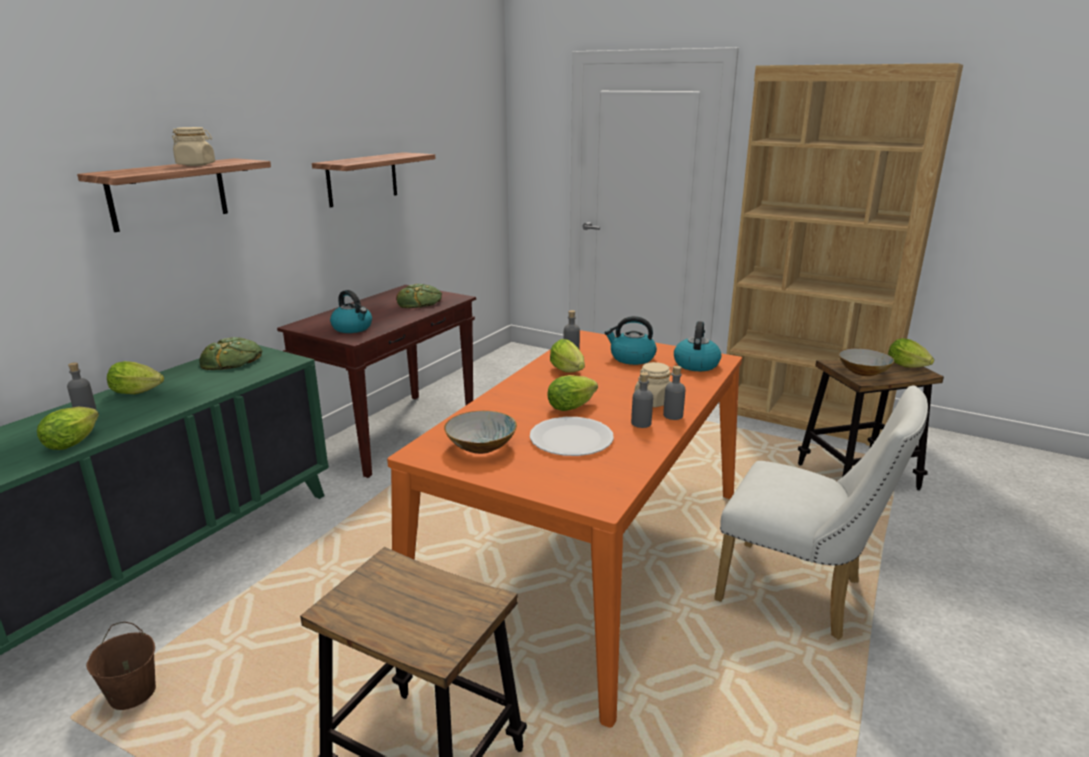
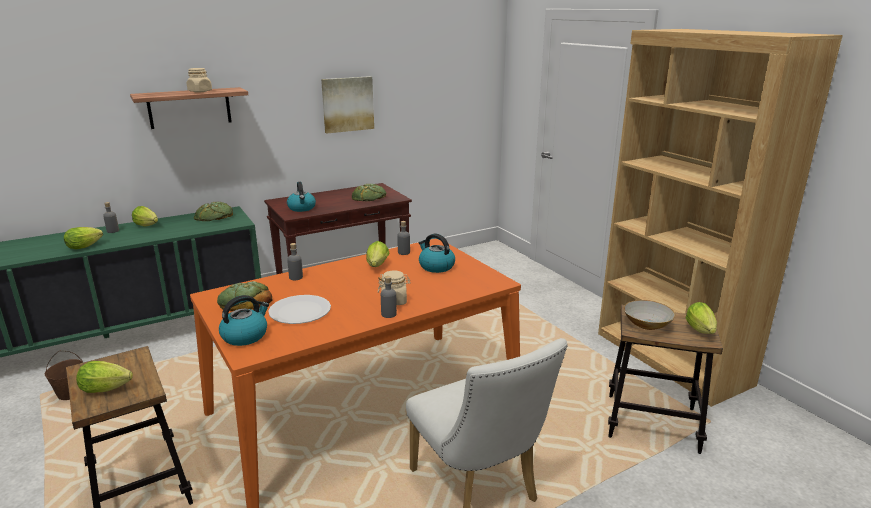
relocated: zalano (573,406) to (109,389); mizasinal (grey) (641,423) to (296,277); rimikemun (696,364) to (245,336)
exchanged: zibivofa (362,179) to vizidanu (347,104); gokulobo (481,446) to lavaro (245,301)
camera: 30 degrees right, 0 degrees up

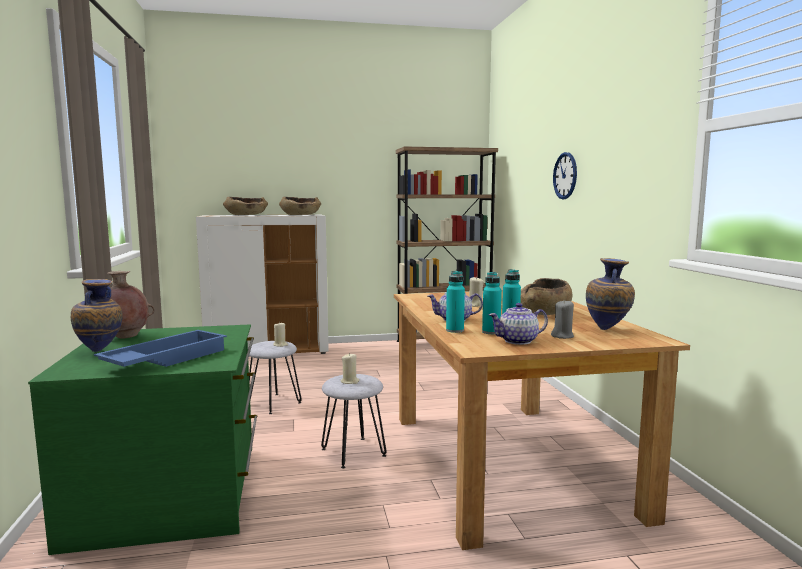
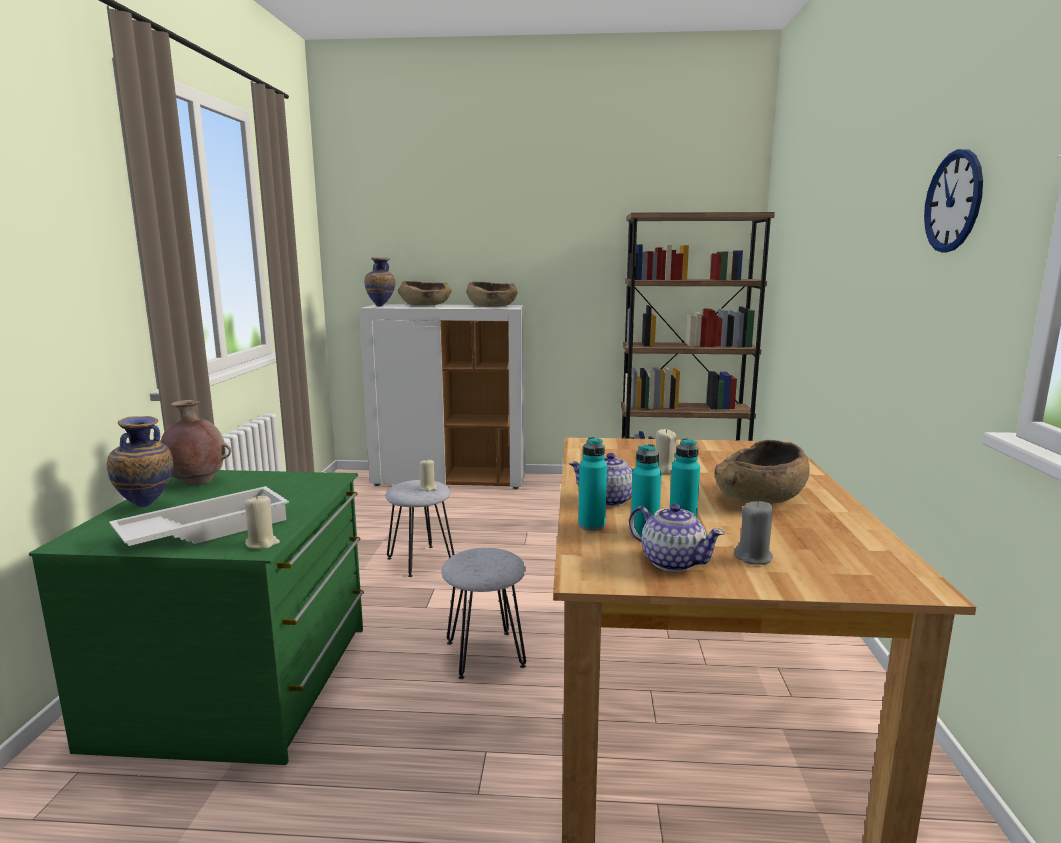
relocated: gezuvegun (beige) (350,381) to (262,543); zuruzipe (565,176) to (953,201); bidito (608,330) to (381,306)
colour: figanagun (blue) (165,359) to figanagun (white) (206,529)
spun: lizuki (518,341) = (672,562) 135 degrees counterclockwise
camera: 15 degrees right, 5 degrees up

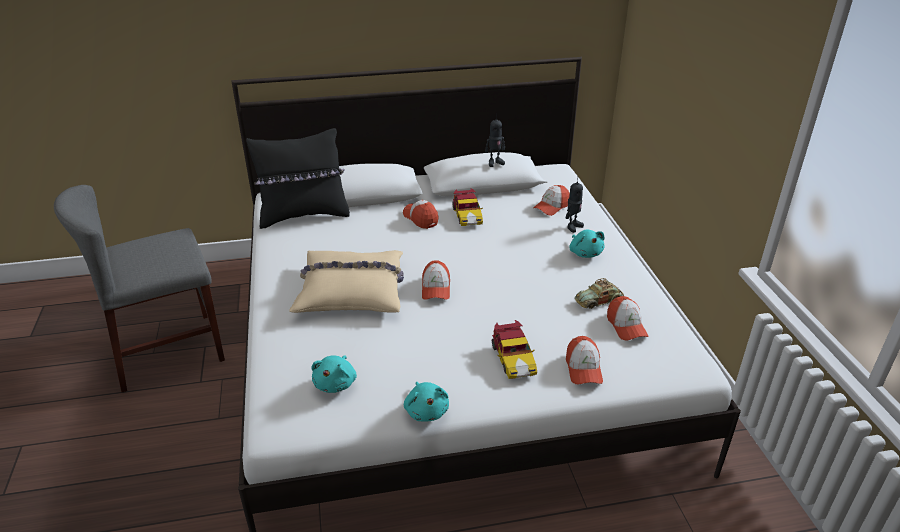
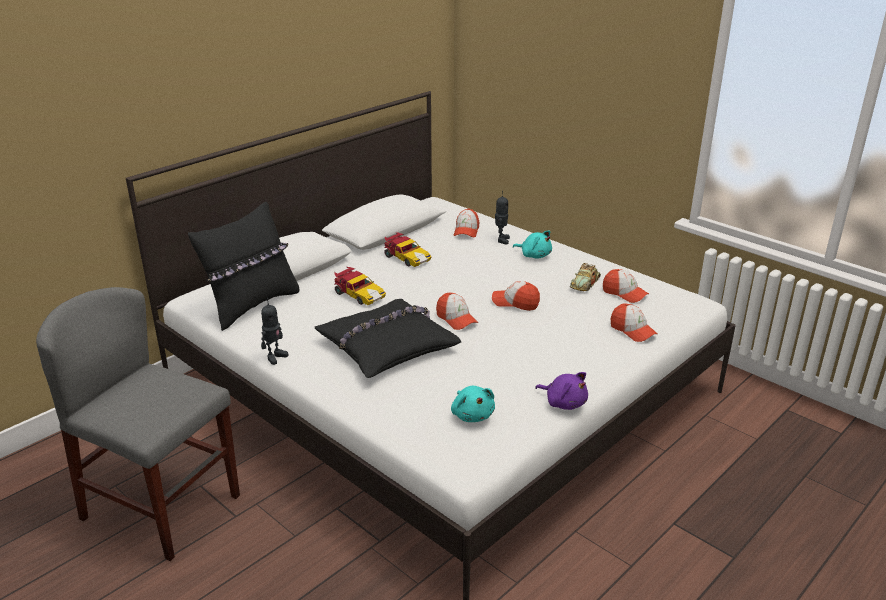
relocated: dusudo (421,218) to (515,302); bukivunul (494,163) to (275,357); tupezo (513,359) to (359,295)
colour: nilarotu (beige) (352,291) to nilarotu (black) (387,347); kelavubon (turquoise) (426,410) to kelavubon (purple) (564,402)
spun: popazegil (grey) (167,351) = (161,507) 90 degrees clockwise
camera: 35 degrees left, 5 degrees down

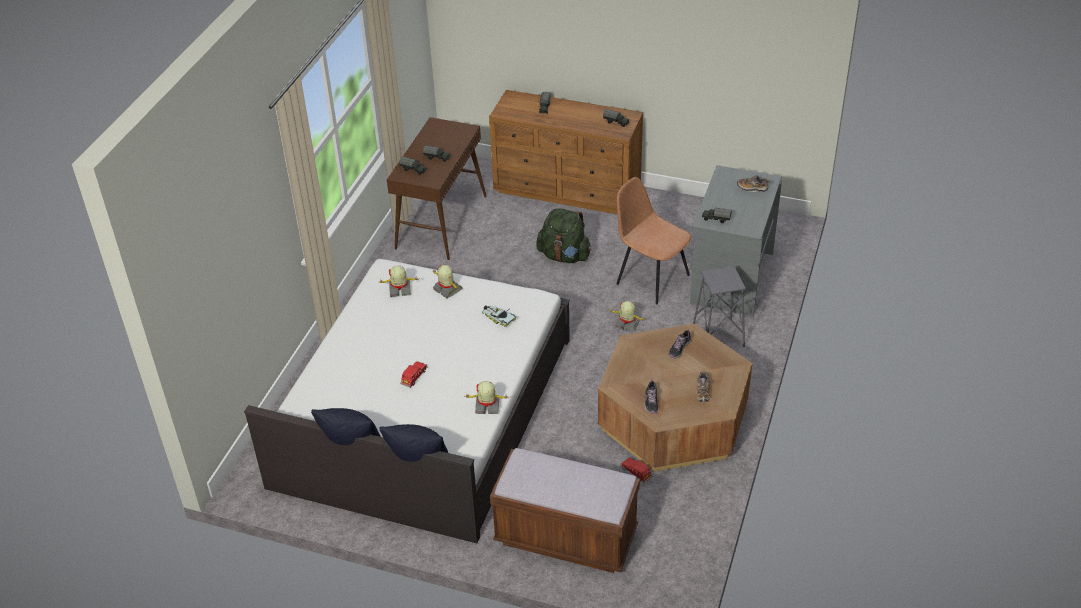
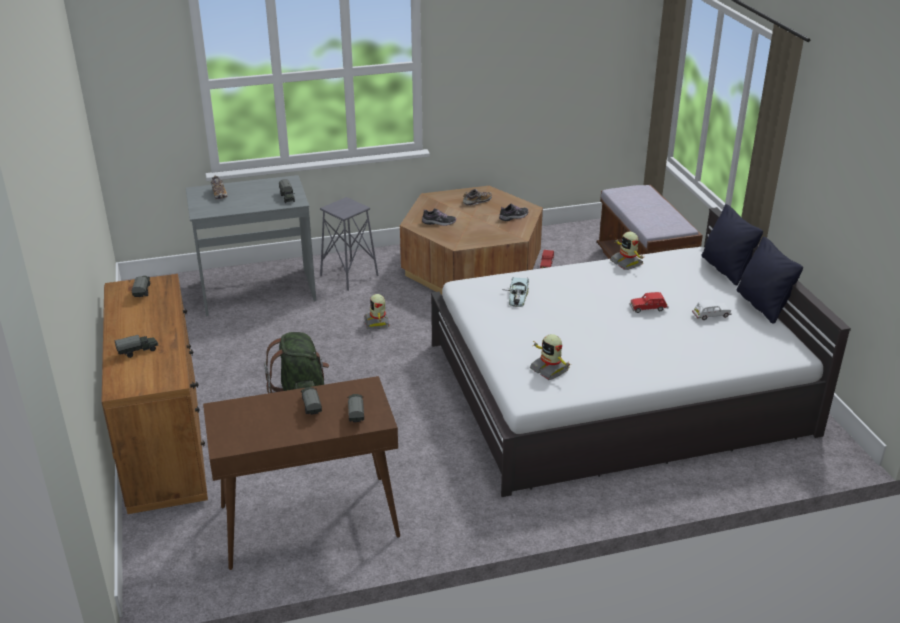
missing: bukivunul (447,290); popazegil (brown) (651,278)
appeared: tupezo (white) (711,316)
camera: 125 degrees left, 10 degrees down

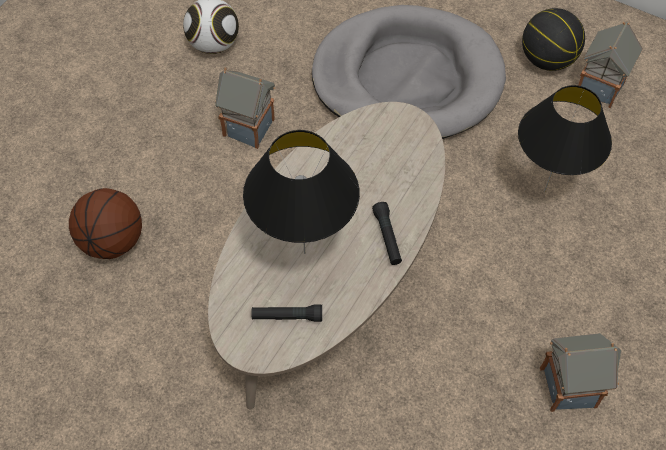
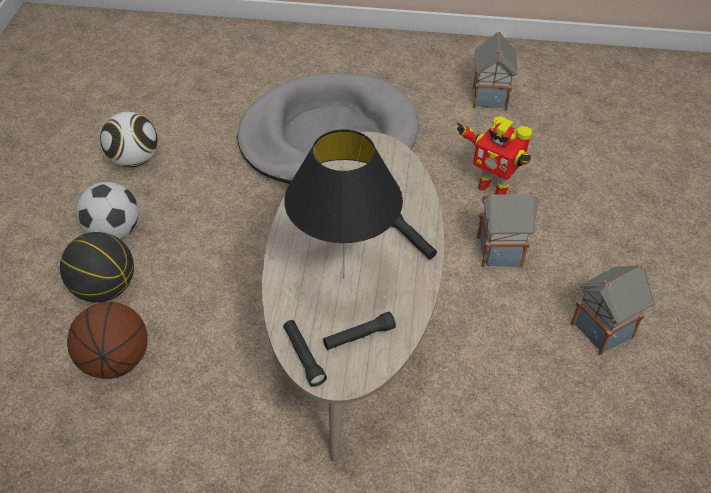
appeared: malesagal (114,232); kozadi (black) (303,356)
relocated: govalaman (250,128) to (500,251); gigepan (546,60) to (105,289)
exchanged: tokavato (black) (545,191) to bukivunul (492,186)
camera: 25 degrees left, 10 degrees down

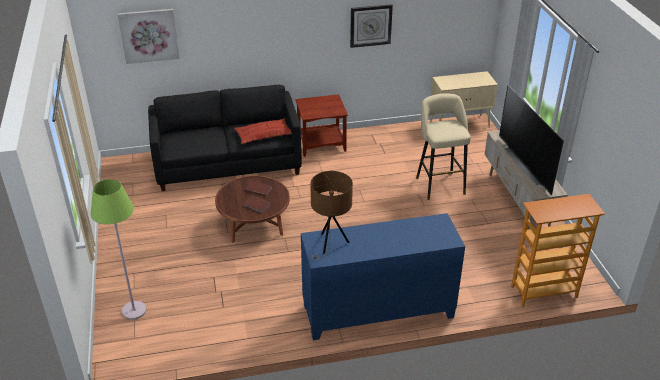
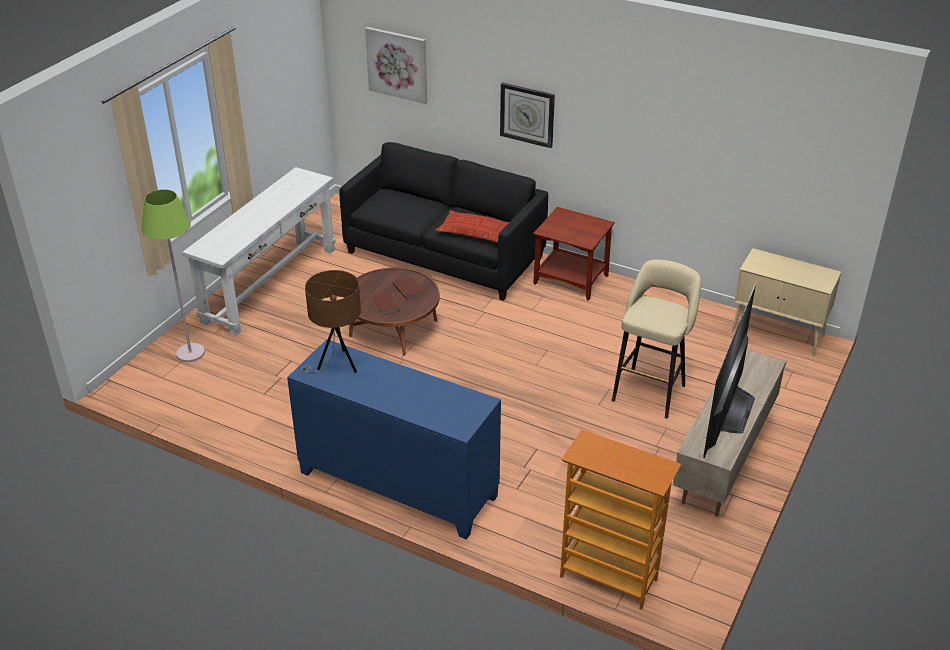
appeared: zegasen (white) (270,285)
relocated: zuruzipe (370,25) to (527,114)
camera: 40 degrees right, 0 degrees up

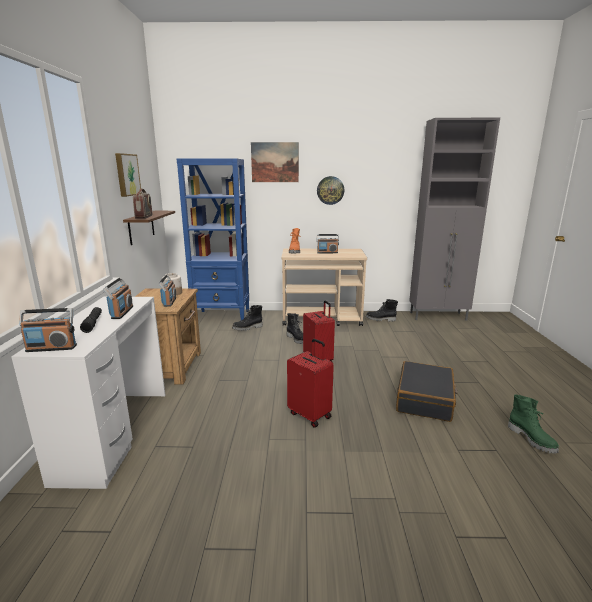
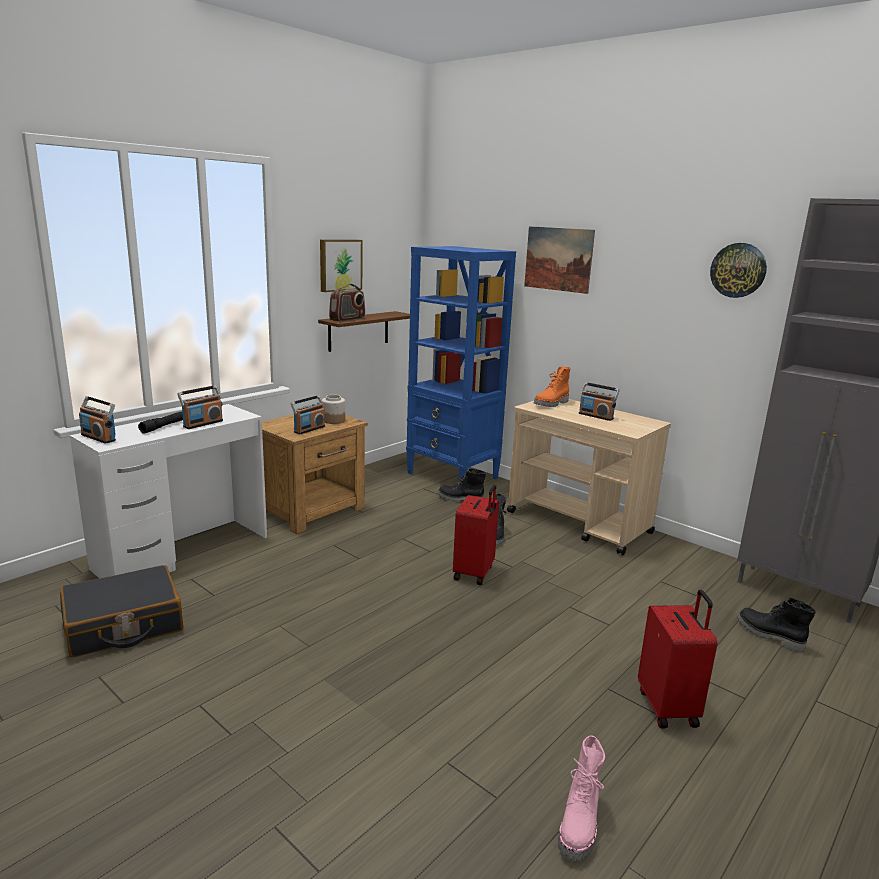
relocated: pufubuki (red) (310,415) to (669,707); zuruzipe (330,190) to (738,270); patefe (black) (380,319) to (769,636); pufubuki (black) (425,399) to (123,625)
colour: patefe (green) (532,439) to patefe (pink) (580,824)
camera: 40 degrees right, 0 degrees up

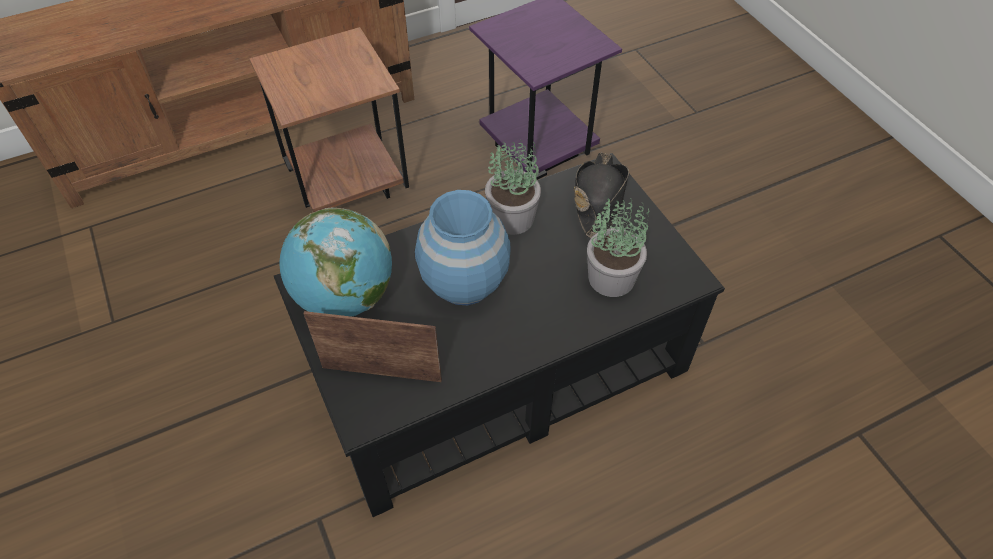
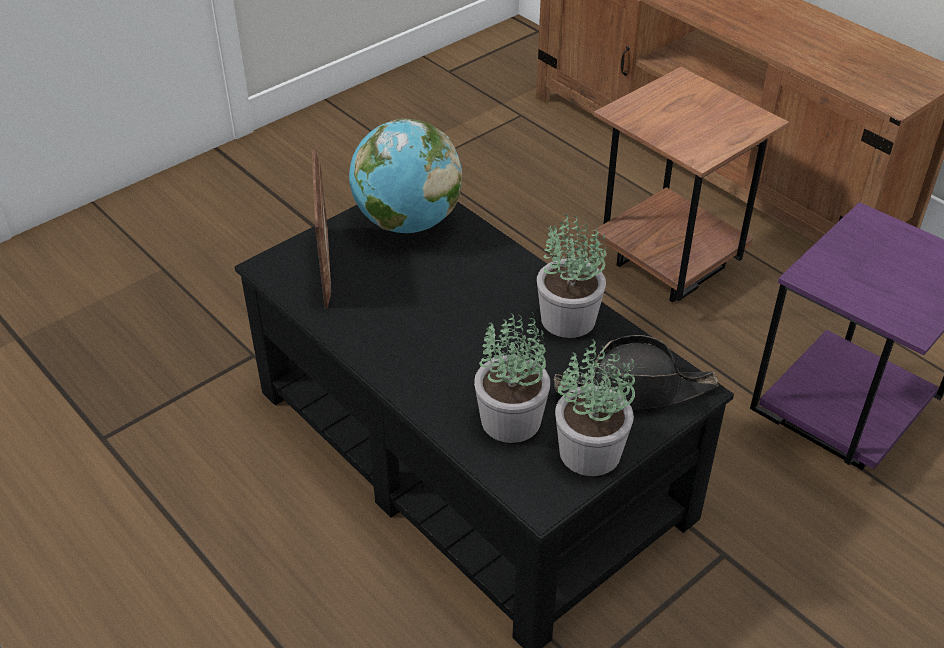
missing: bidito (blue) (464,282)
appeared: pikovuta (591,451)
camera: 75 degrees right, 10 degrees down

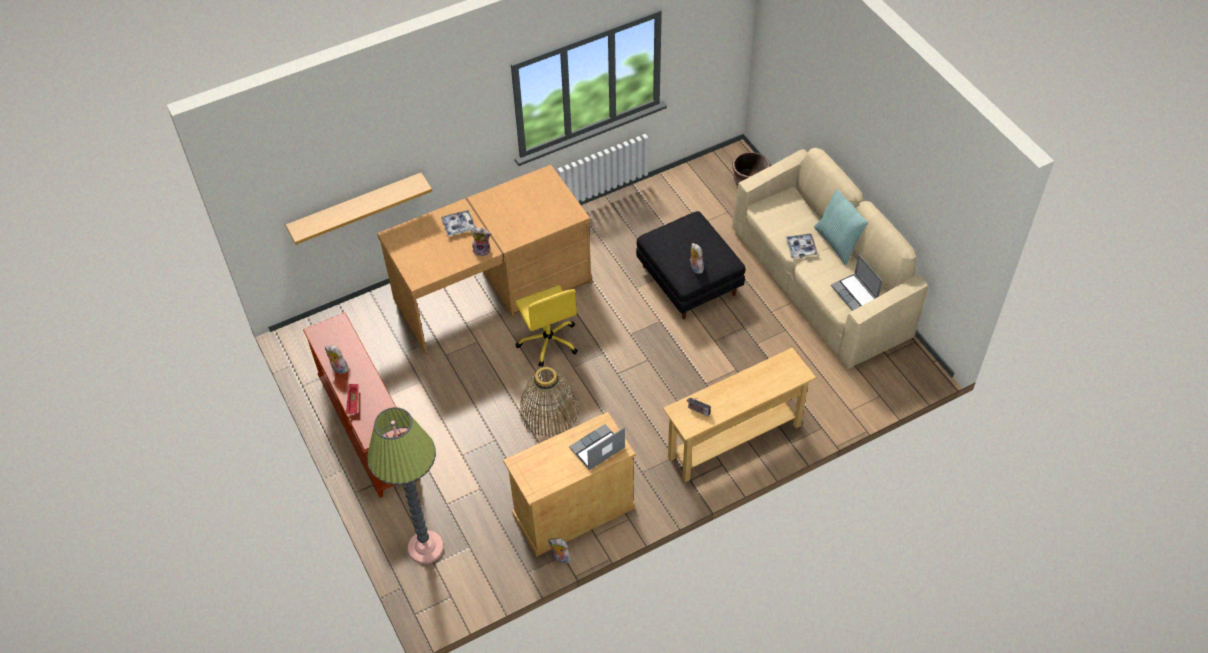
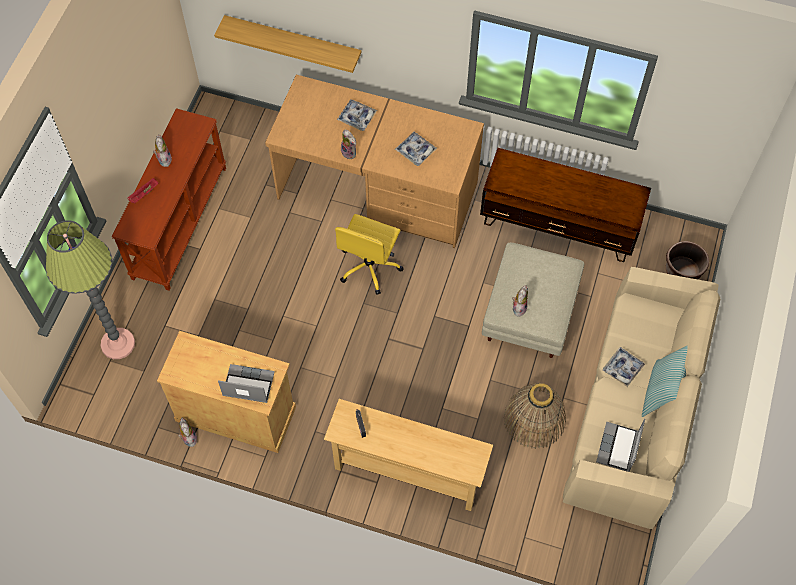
appeared: figanagun (415,151); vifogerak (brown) (559,226)
relocated: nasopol (549,412) to (534,419)
colour: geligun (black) (690,281) to geligun (beige) (530,314)
camera: 45 degrees right, 10 degrees up

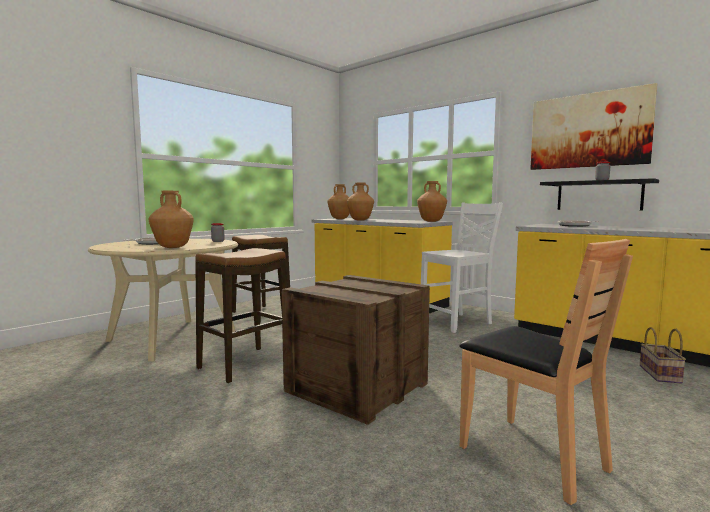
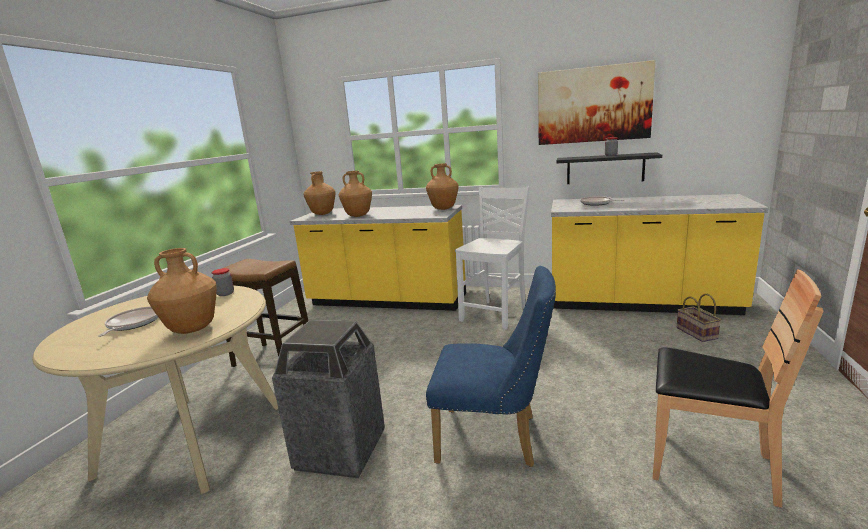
exchanged: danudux (245,364) to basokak (340,450); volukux (357,388) to popazegil (blue) (496,439)
camera: 25 degrees left, 10 degrees up

